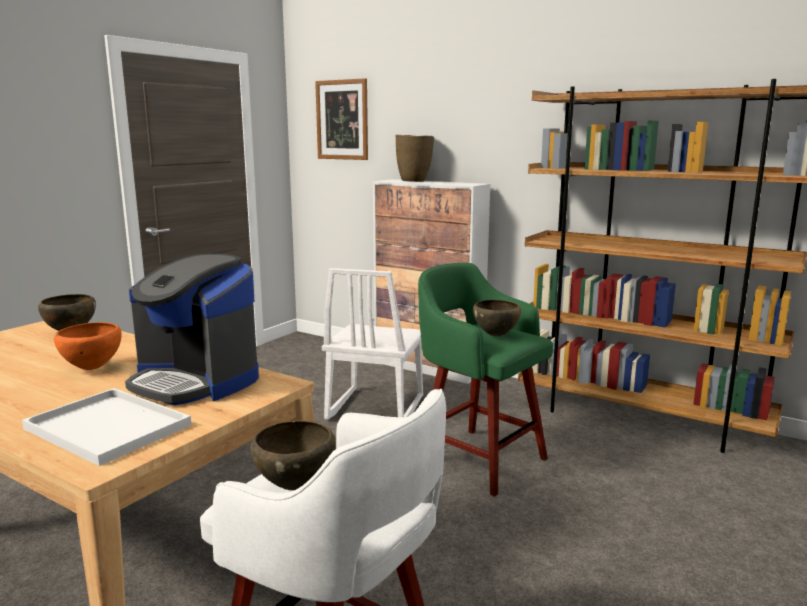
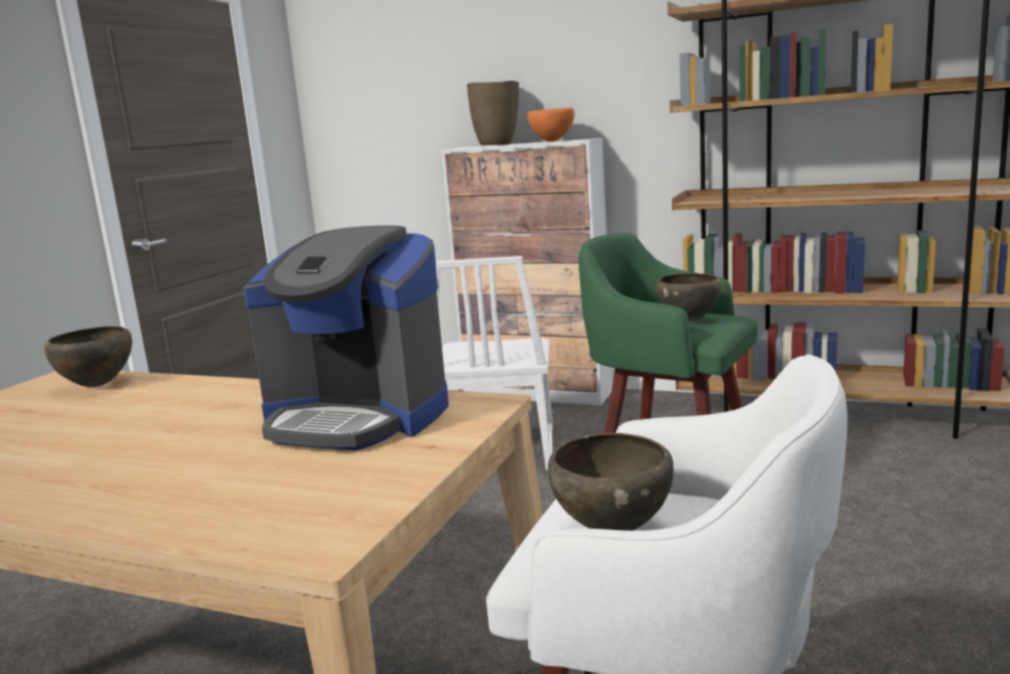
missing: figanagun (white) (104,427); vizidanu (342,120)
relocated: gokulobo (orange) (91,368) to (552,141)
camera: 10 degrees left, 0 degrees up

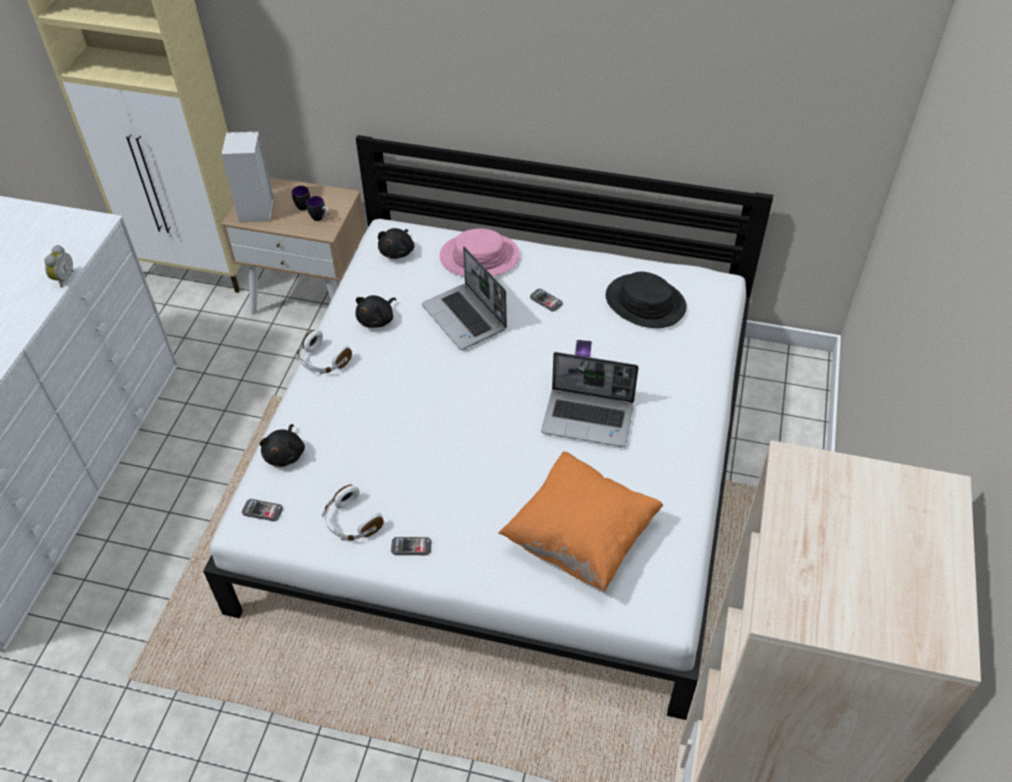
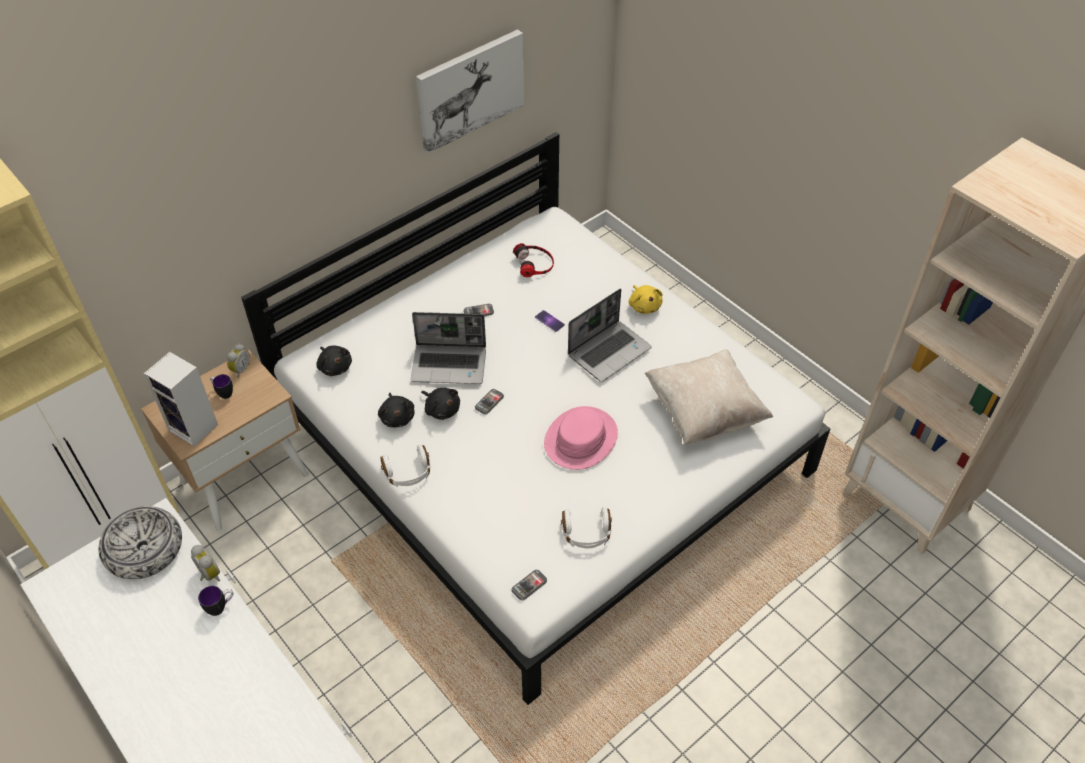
appeared: gokulobo (144,549); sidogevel (240,369); vizidanu (470,89); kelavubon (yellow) (644,306)
relocated: kelavubon (black) (285,454) to (441,409); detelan (320,218) to (221,607); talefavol (411,547) to (489,402); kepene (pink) (479,257) to (581,439)
exchanged: kepene (black) (645,303) to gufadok (535,263)
colour: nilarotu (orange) (580,537) to nilarotu (beige) (704,412)
camera: 55 degrees left, 0 degrees up

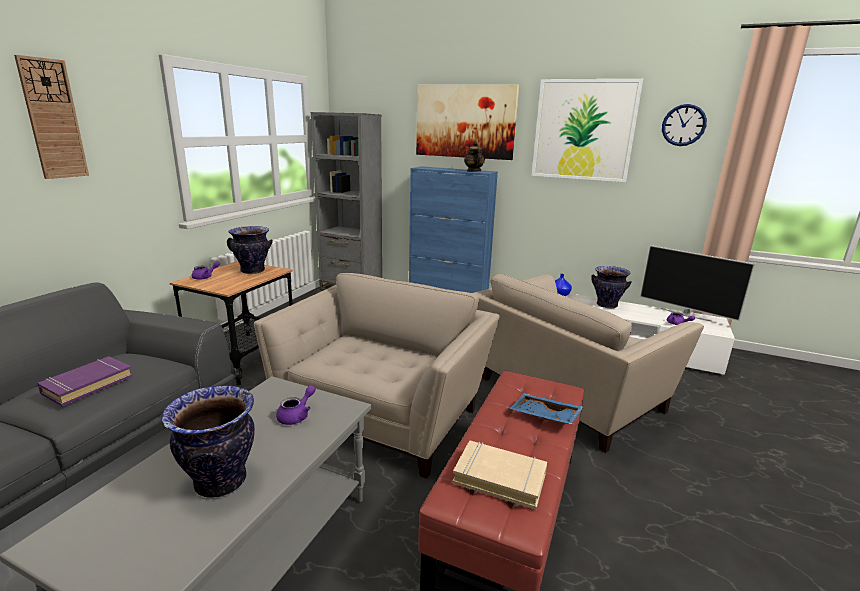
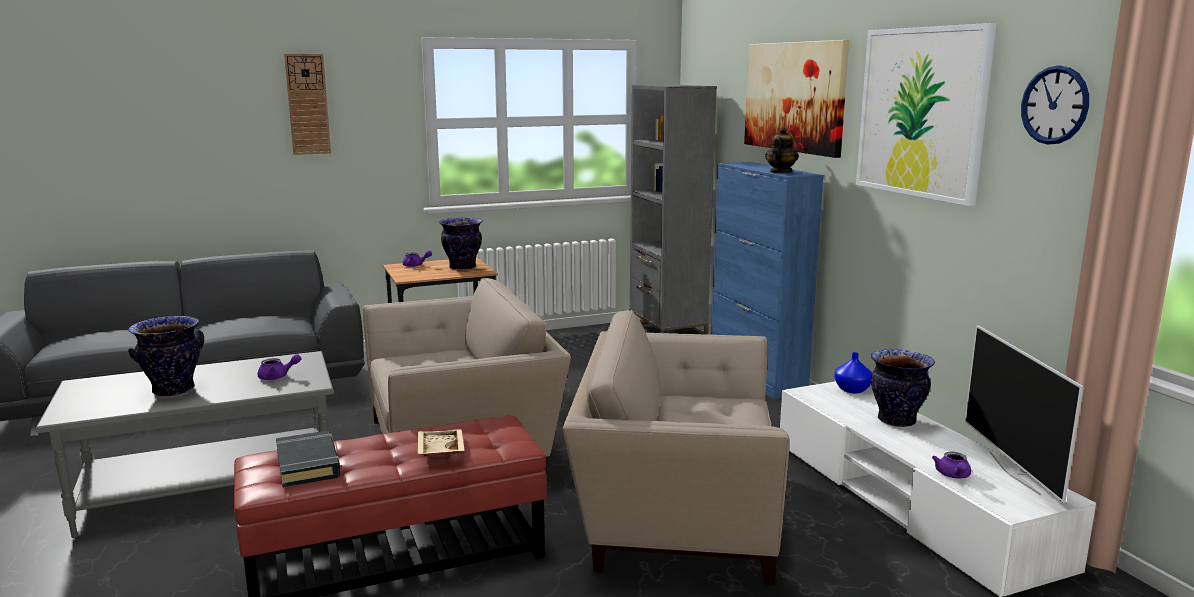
missing: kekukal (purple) (87,385)
colour: kekukal (beige) (500,478) to kekukal (black) (308,464); figanagun (blue) (544,416) to figanagun (beige) (439,451)
camera: 45 degrees right, 5 degrees down

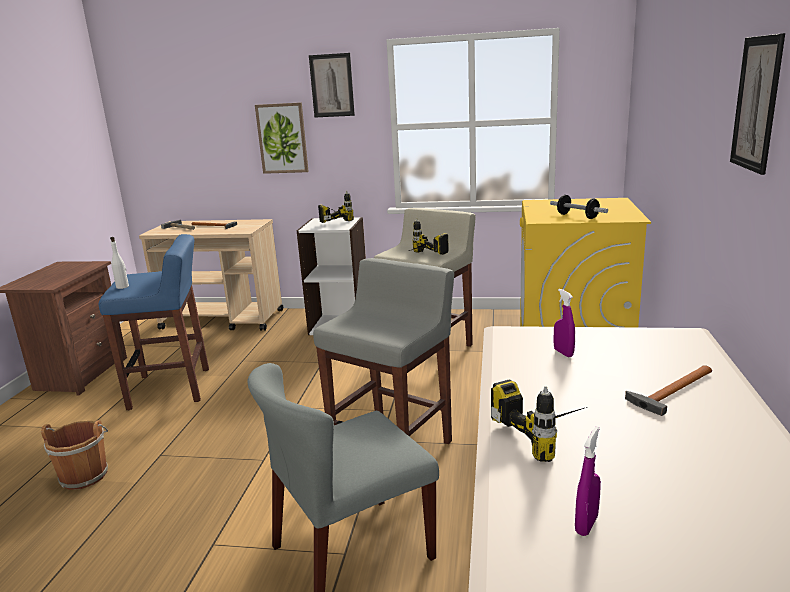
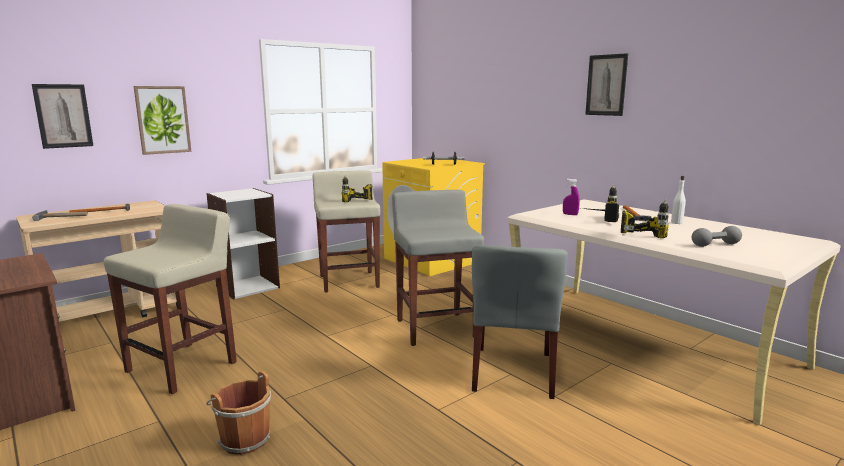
relocated: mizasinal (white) (122,287) to (676,222); vizidanu (332,85) to (63,116); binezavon (334,220) to (596,219)
exchanged: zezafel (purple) (586,525) to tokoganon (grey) (715,245)
colour: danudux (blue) (172,388) to danudux (beige) (183,366)
camera: 50 degrees left, 5 degrees down

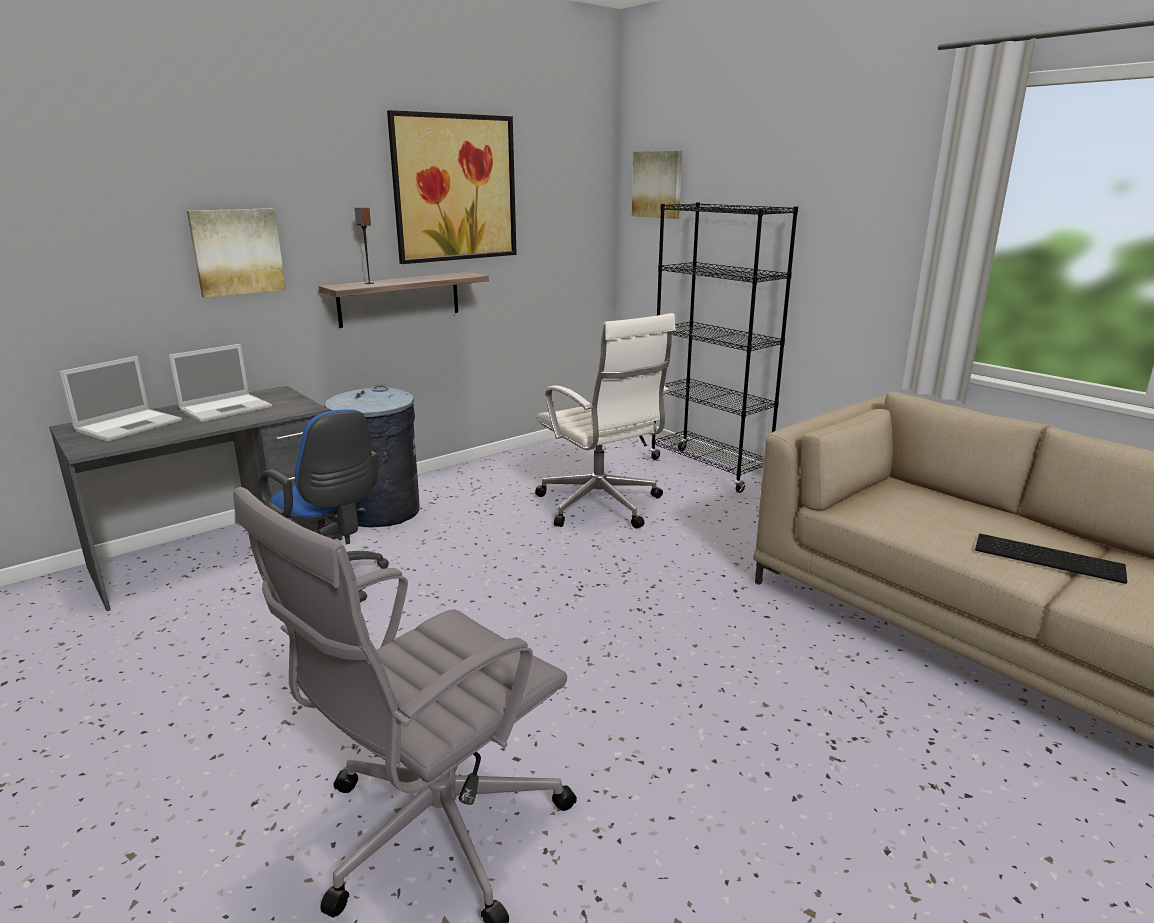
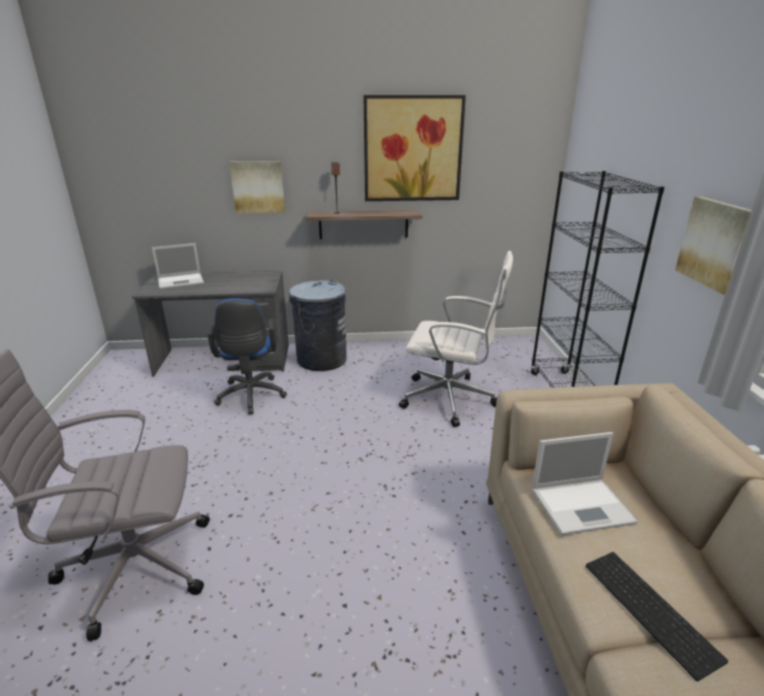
relocated: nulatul (227,408) to (583,505); vizidanu (658,184) to (715,243)
spun: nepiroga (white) (601,506) = (451,399) 75 degrees counterclockwise
camera: 35 degrees right, 5 degrees up

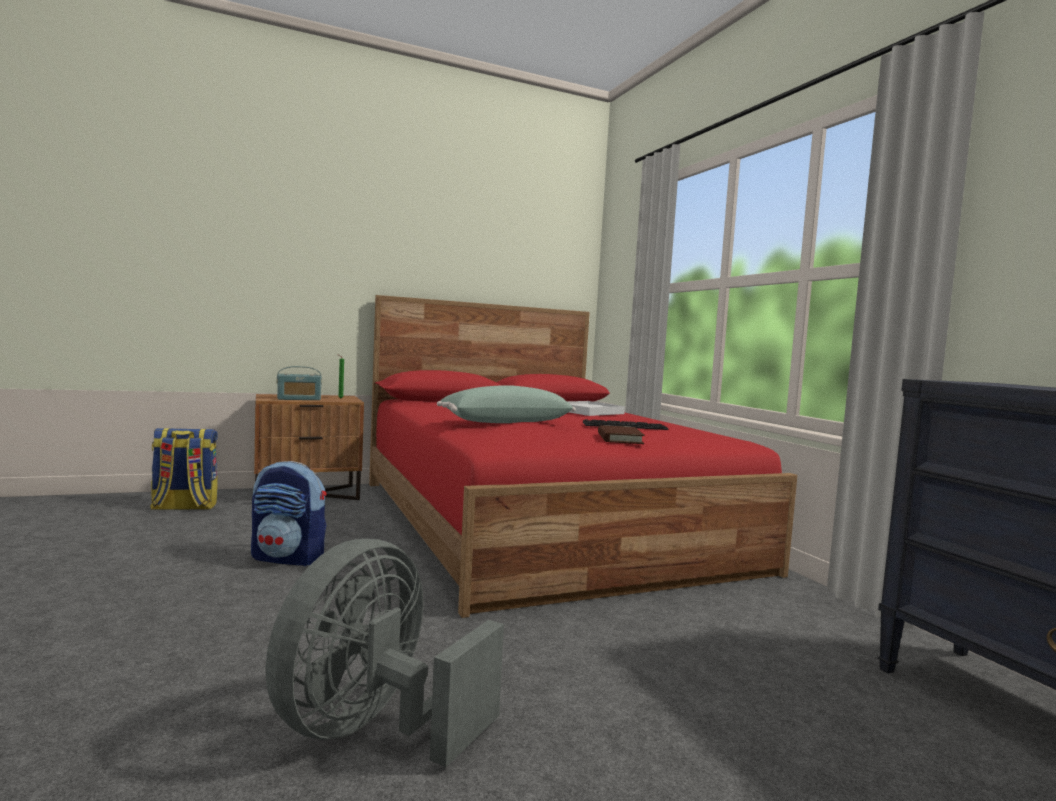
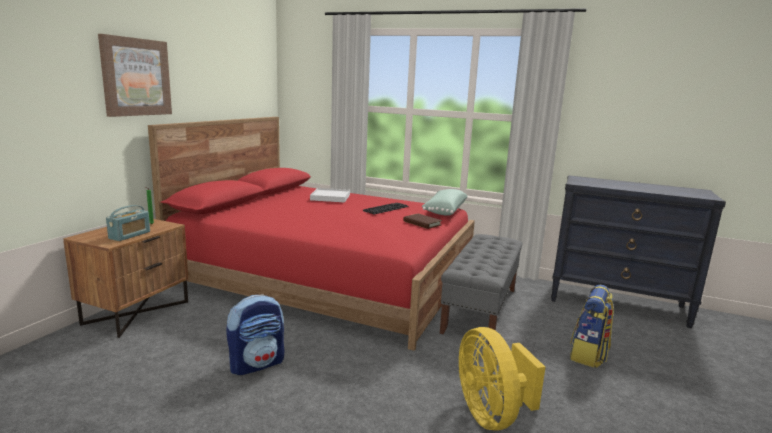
appeared: vizidanu (136,77); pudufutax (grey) (480,309)
relocated: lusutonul (184,507) to (588,355); nilarotu (green) (505,422) to (444,211)
colour: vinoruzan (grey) (374,729) to vinoruzan (yellow) (491,414)
camera: 45 degrees left, 10 degrees up

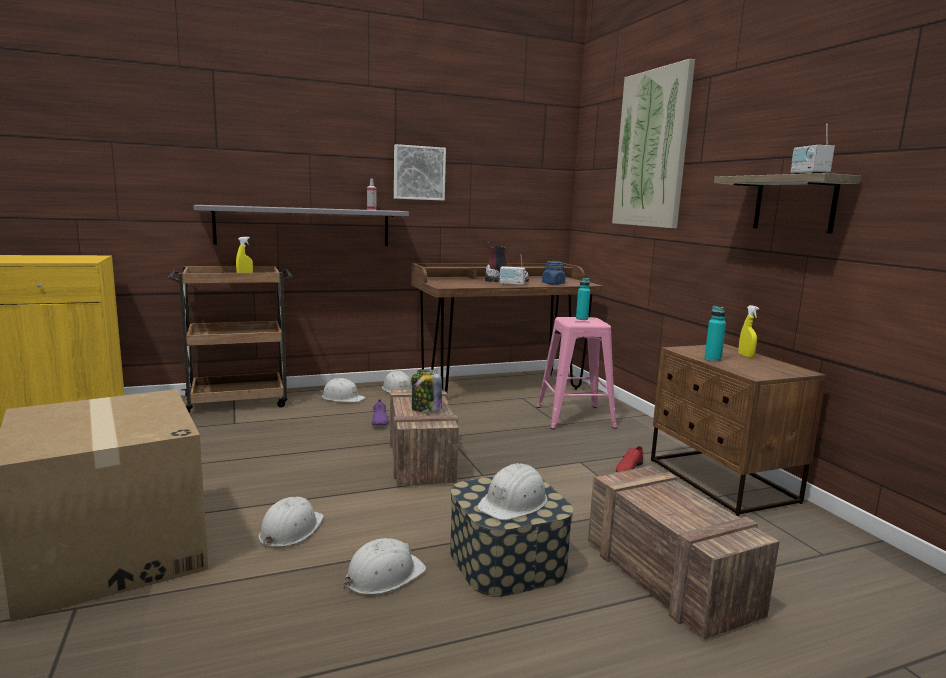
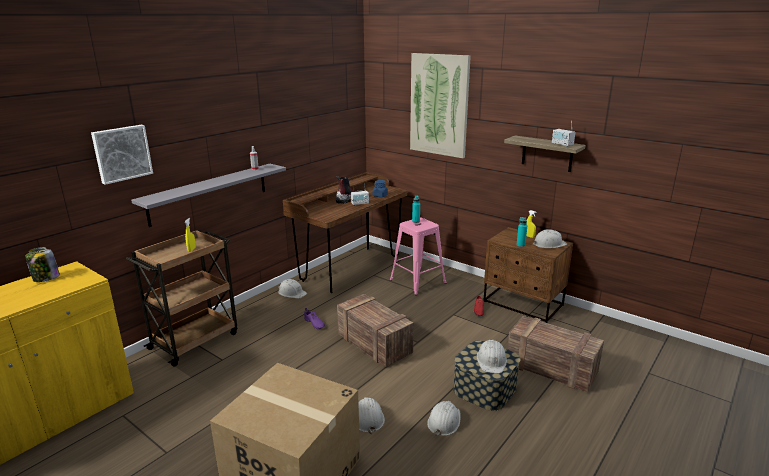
relocated: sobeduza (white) (342,398) to (549,244); vizidanu (419,173) to (122,153); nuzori (426,409) to (46,278)
camera: 30 degrees left, 10 degrees up

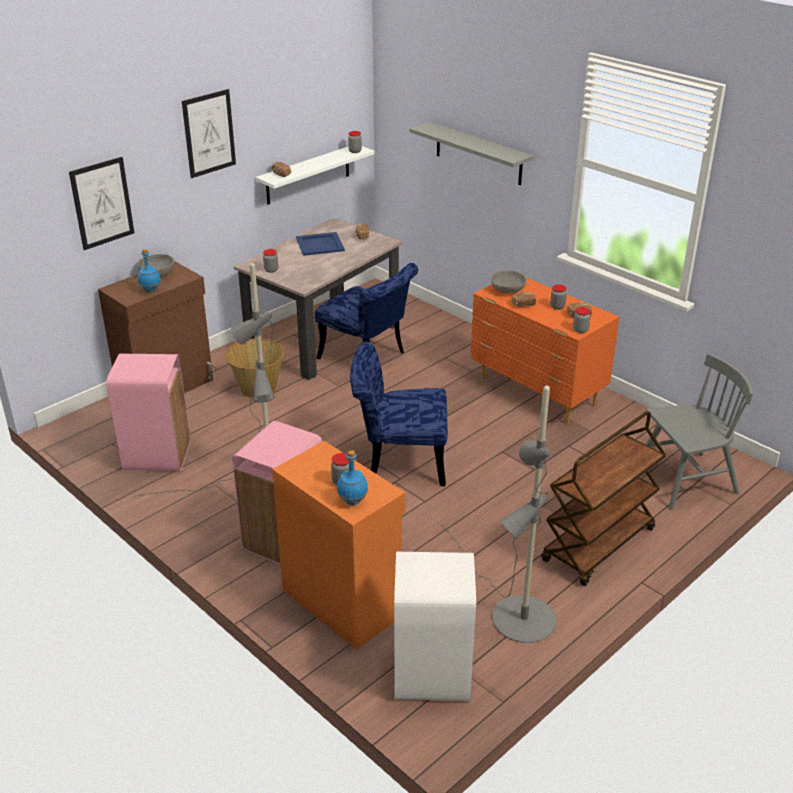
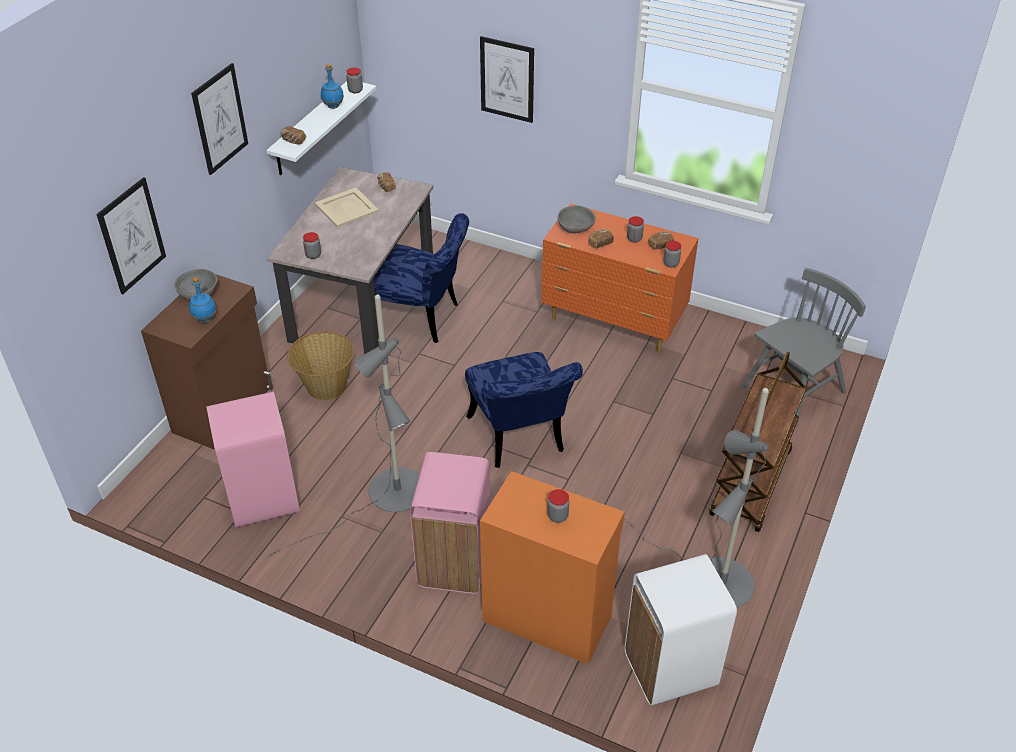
relocated: mizasinal (blue) (353,501) to (333,106)
exchanged: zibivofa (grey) (478,153) to vizidanu (507,79)
colour: figanagun (blue) (319,244) to figanagun (beige) (346,207)
spun: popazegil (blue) (398,462) = (519,440) 90 degrees counterclockwise
camera: 20 degrees left, 10 degrees up

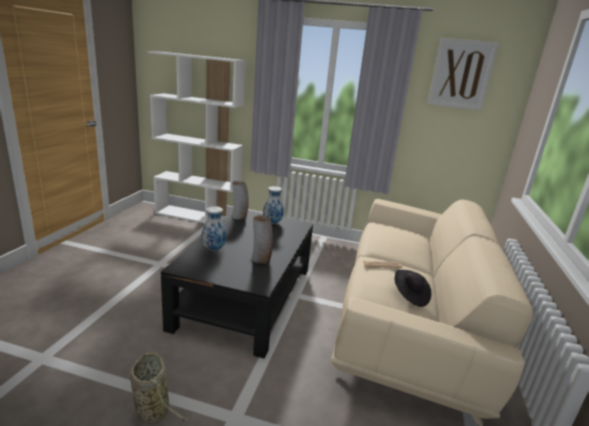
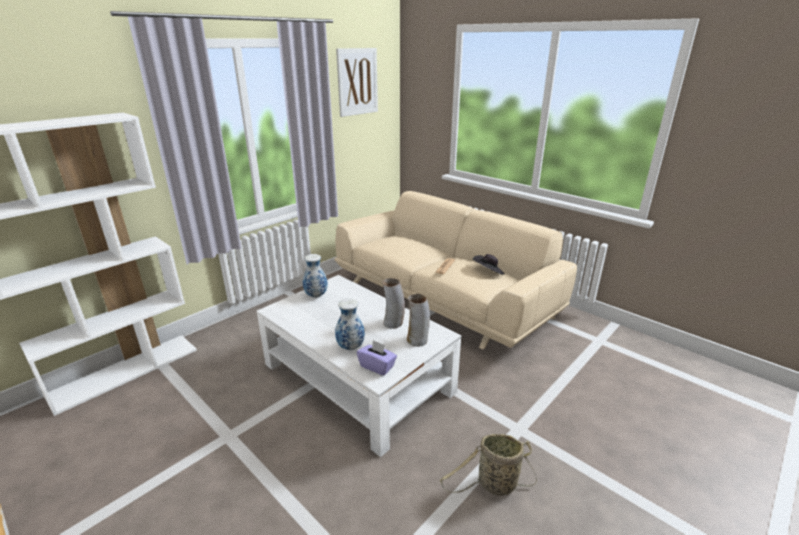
appeared: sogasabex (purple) (377,366)
relocated: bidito (239,217) to (417,340)
colour: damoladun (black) (245,297) to damoladun (white) (358,378)
camera: 60 degrees left, 5 degrees up

